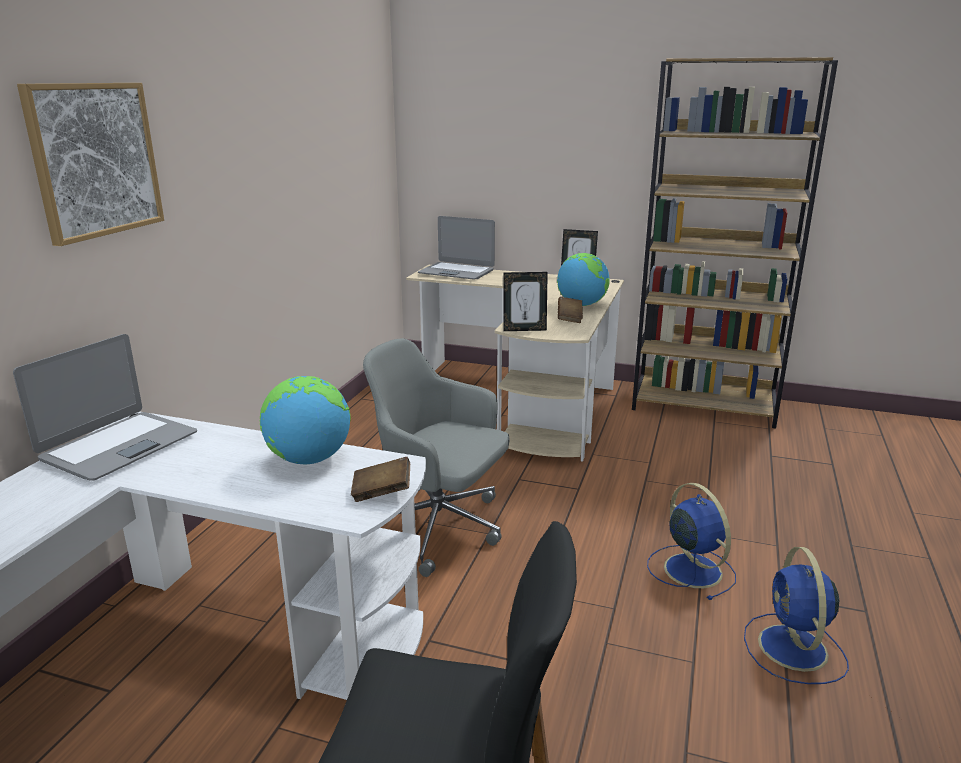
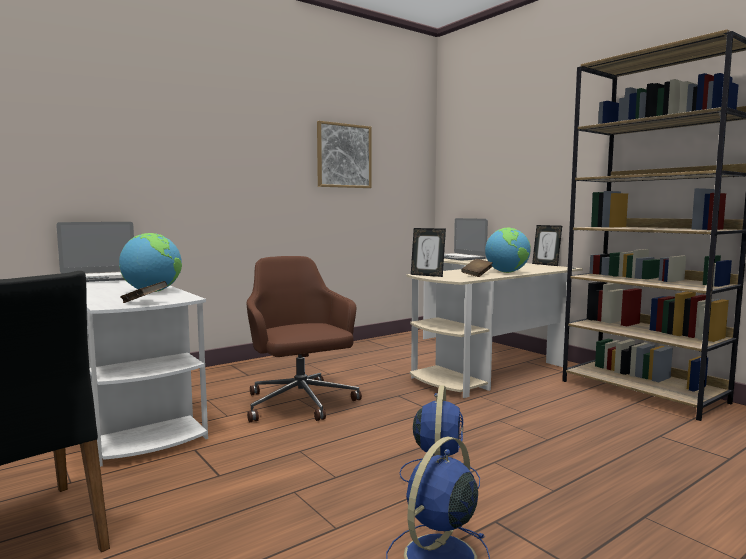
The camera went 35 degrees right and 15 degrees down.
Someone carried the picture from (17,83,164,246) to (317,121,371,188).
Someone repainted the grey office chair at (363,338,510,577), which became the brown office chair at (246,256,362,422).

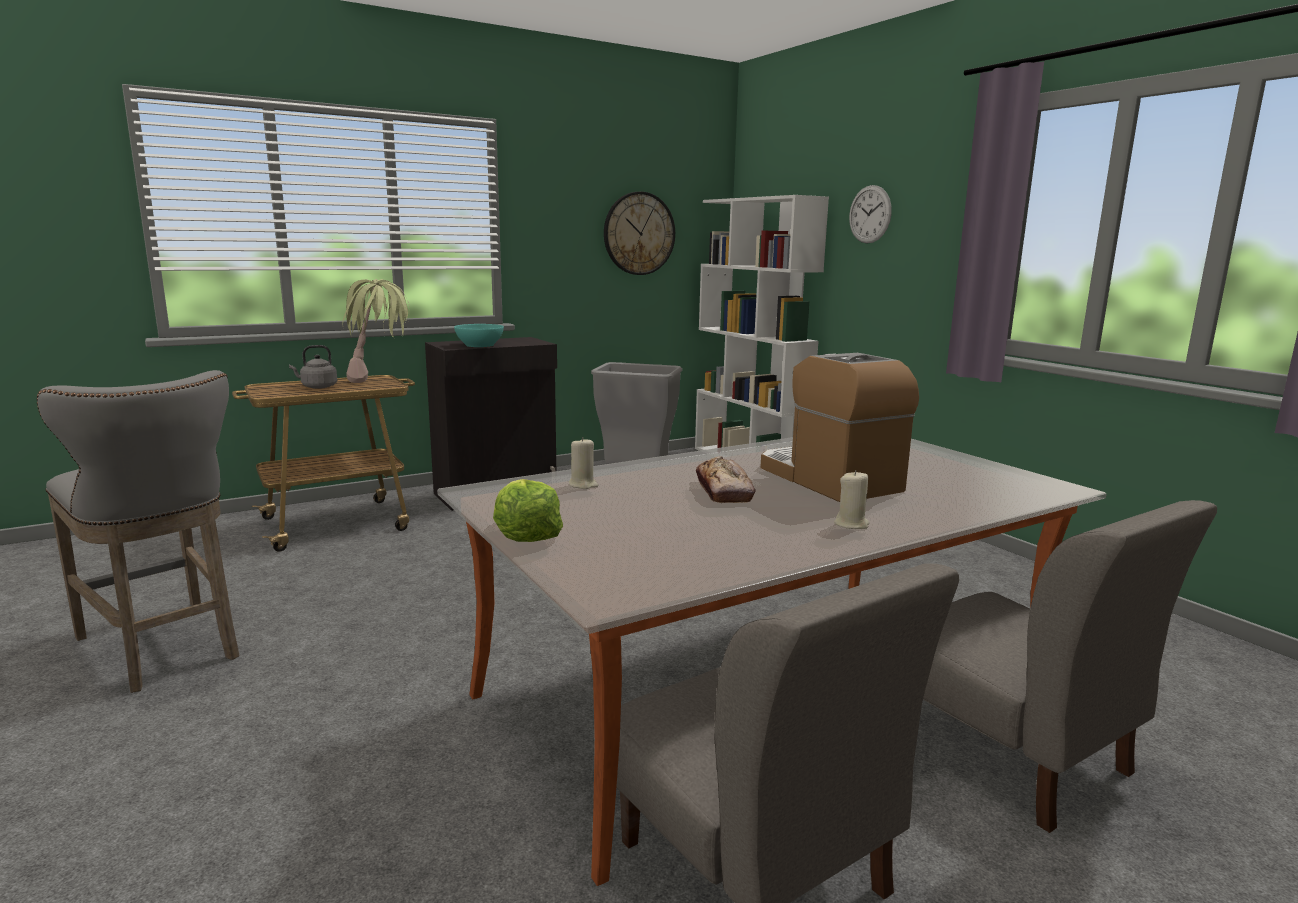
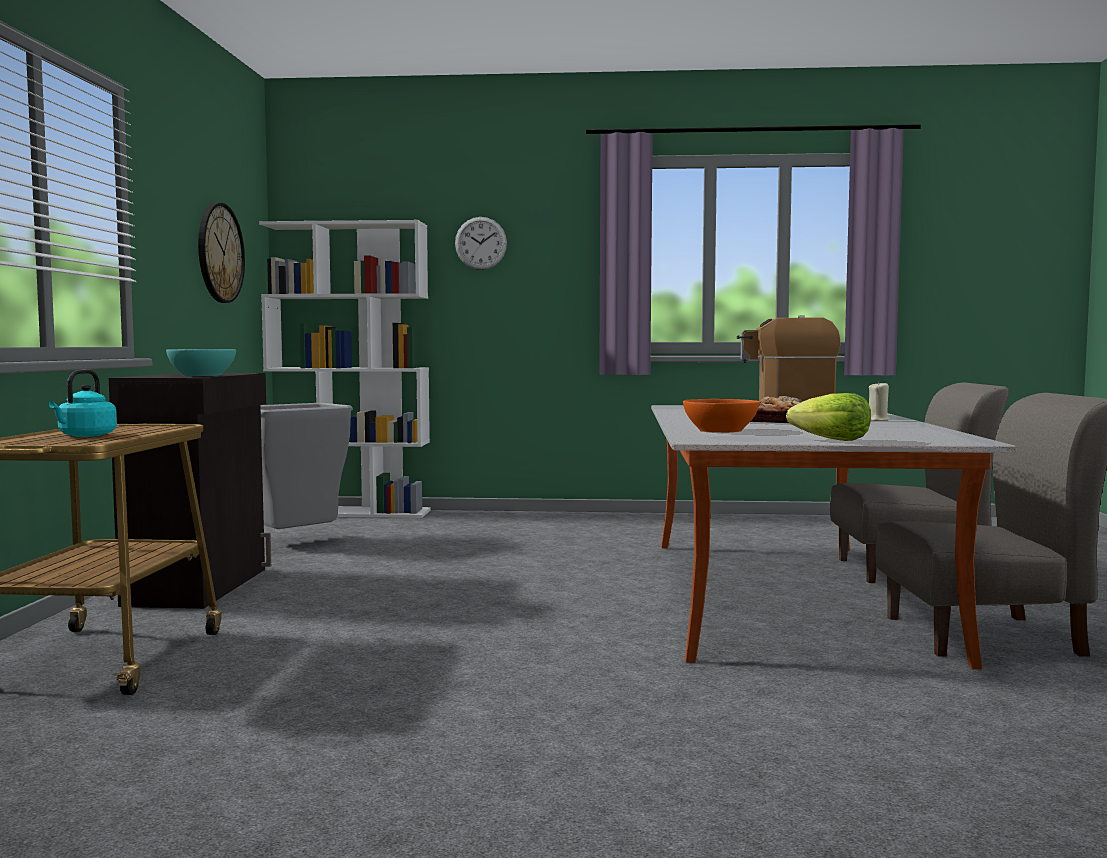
The camera went 55 degrees left and 10 degrees down.
Someone took away the grey stool at (37,370,240,693).
Someone repainted the grey kettle at (289,345,337,389), which became the turquoise kettle at (49,369,117,437).
Someone took away the potted plant at (343,279,410,383).
Someone swapped the beige candle at (569,437,598,489) for the orange bowl at (683,399,760,433).

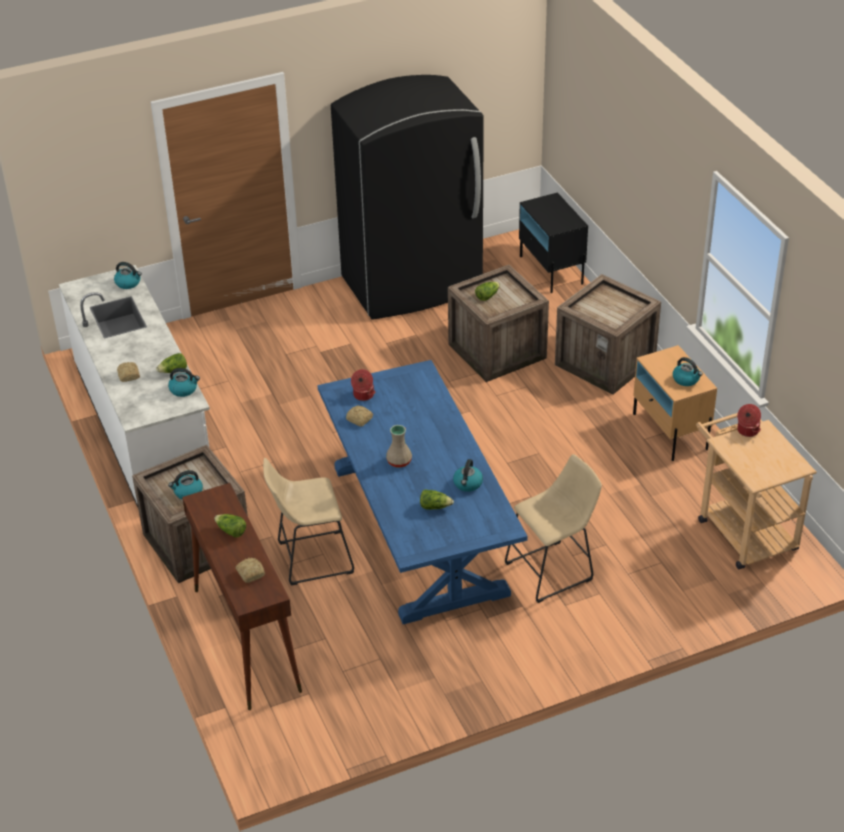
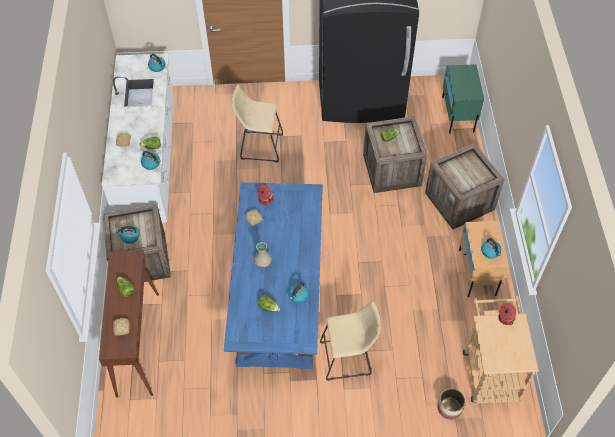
The camera went 20 degrees right and 15 degrees up.
Someone carried the beige stool from (263,458,354,586) to (232,85,283,162).
Someone repainted the black nightstand at (519,192,588,293), which became the green nightstand at (442,64,484,134).
Someone put down the planter at (438,388,465,420).

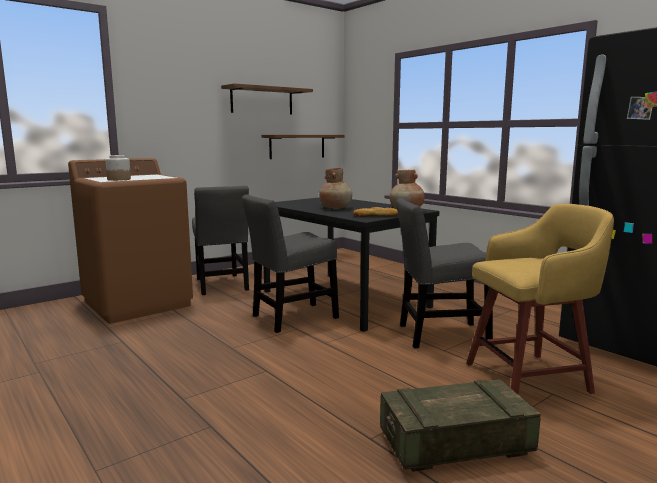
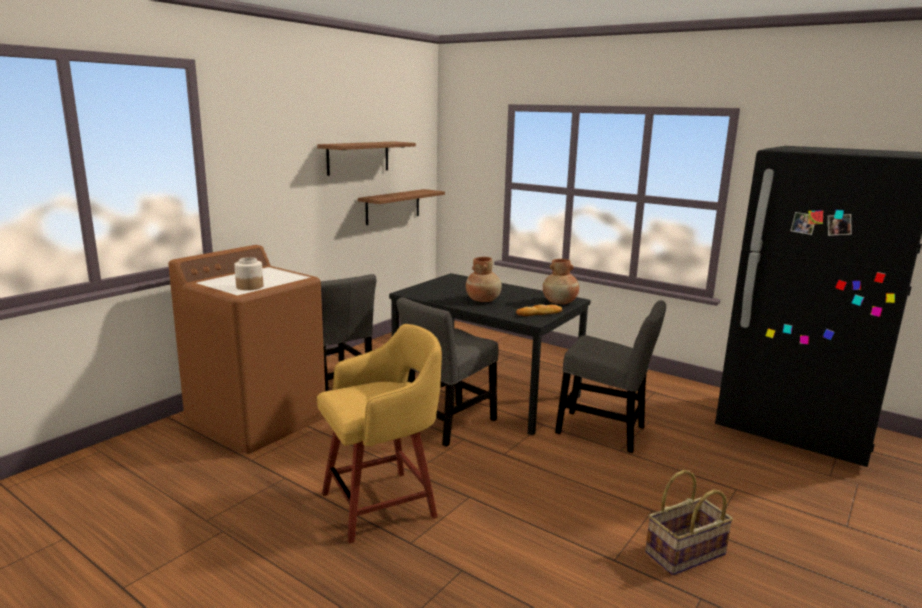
The camera went 15 degrees left and 5 degrees up.
Someone swapped the crate at (380,379,541,472) for the basket at (645,470,733,575).
Someone rotated the grey chair at (396,198,493,348) by 135 degrees counterclockwise.
Someone carried the yellow stool from (466,204,614,394) to (317,324,442,543).

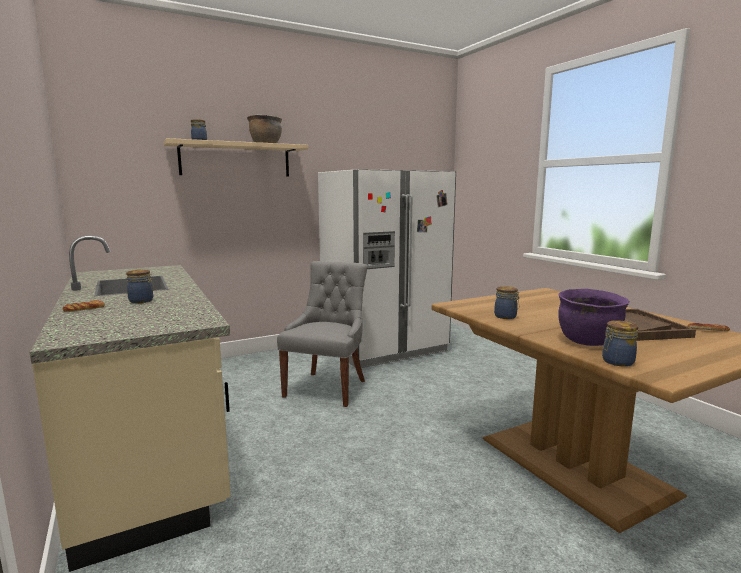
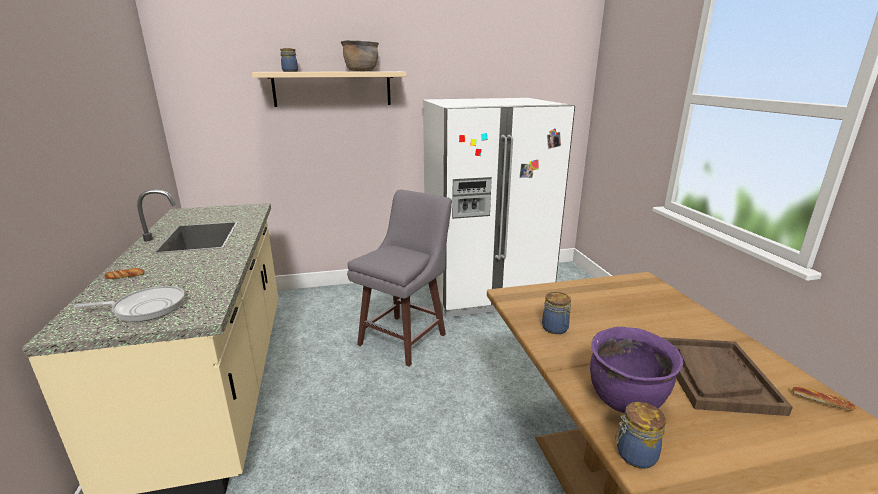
The camera went 15 degrees right and 10 degrees up.
Someone took away the jar at (126,269,154,303).
Someone swapped the grey chair at (277,261,368,407) for the grey stool at (347,190,452,367).
Someone put down the frying pan at (74,286,185,322).

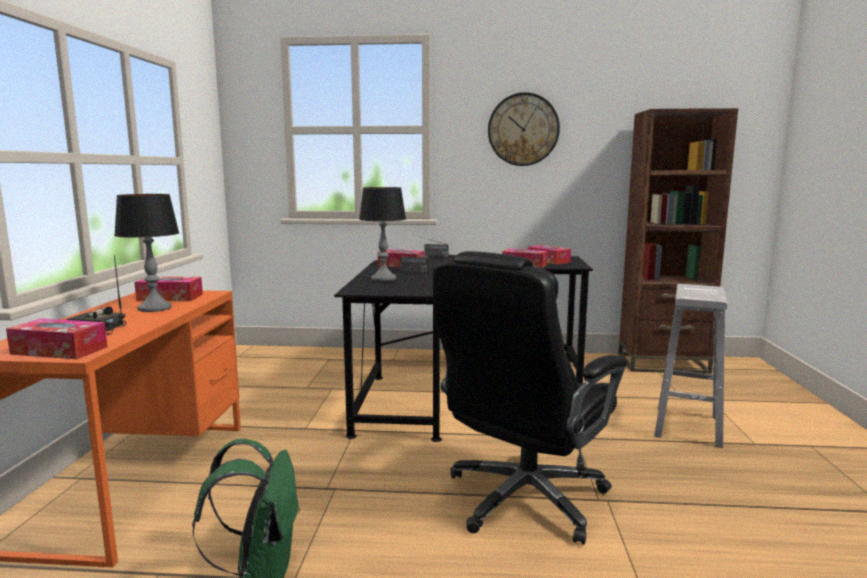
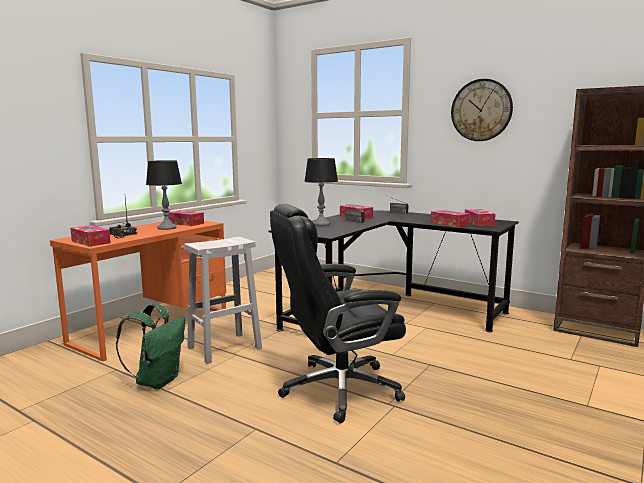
The camera went 30 degrees right and 0 degrees up.
Someone carried the white stool from (654,284,728,448) to (184,237,262,364).

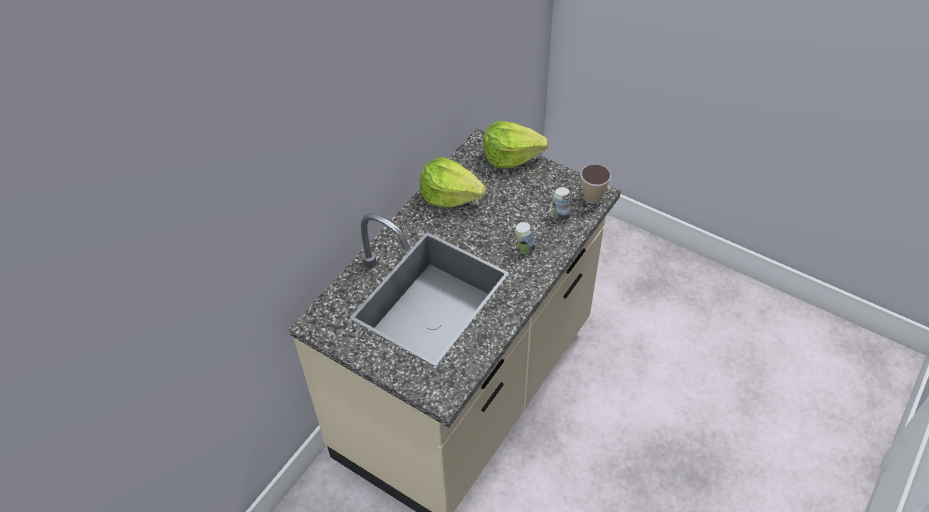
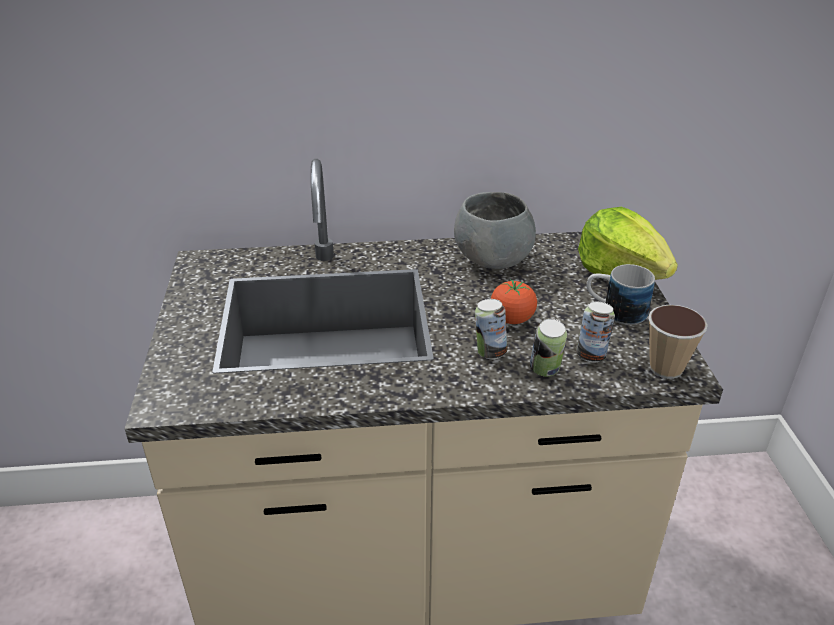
The camera went 50 degrees right and 15 degrees down.
Someone swapped the lettuce at (420,157,486,207) for the grey bowl at (454,192,536,269).
Someone put down the tomato at (491,280,537,324).
Someone put down the can at (530,319,567,377).
Someone put down the mug at (587,264,655,325).

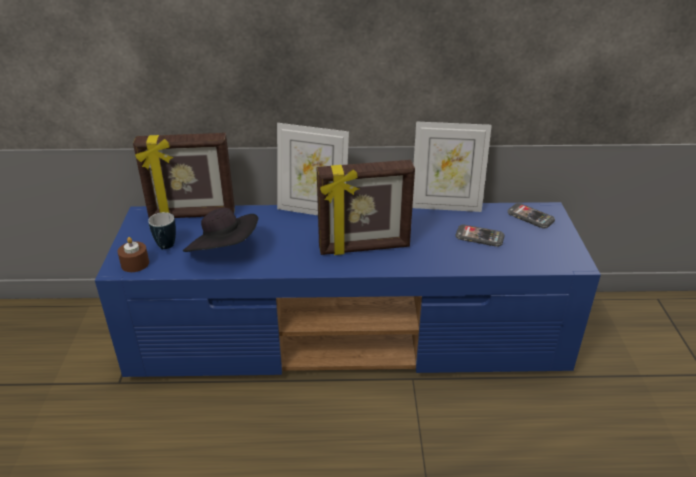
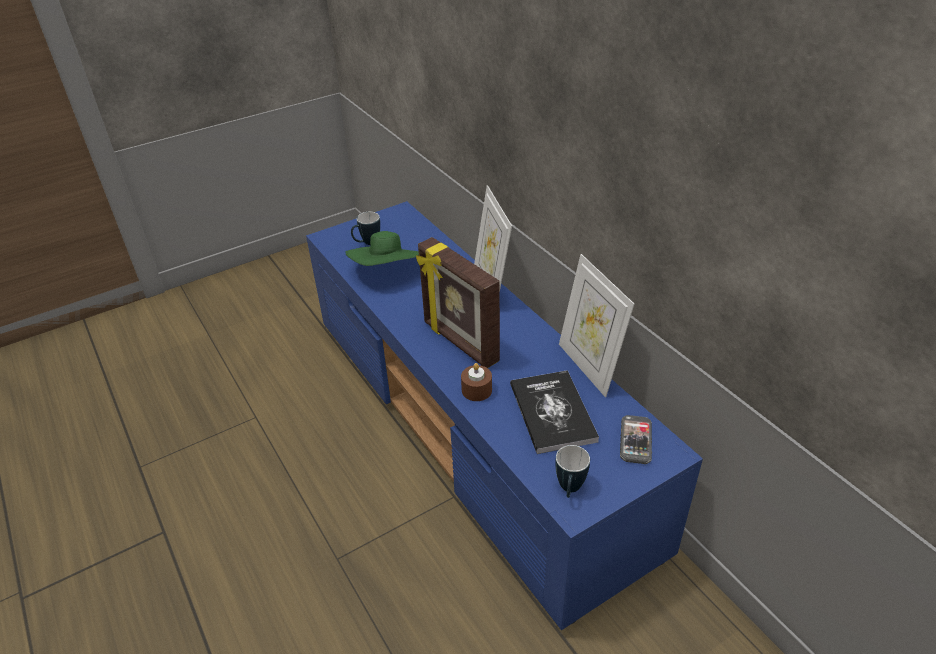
The camera went 60 degrees right and 5 degrees up.
Someone carried the brown candle from (117,237,149,272) to (461,363,492,401).
Someone took away the picture frame at (133,133,235,218).
Someone repainted the black hat at (183,208,258,252), which became the green hat at (345,231,419,266).
Someone swapped the phone at (455,225,504,247) for the book at (510,370,599,454).
Someone put down the mug at (555,445,590,498).

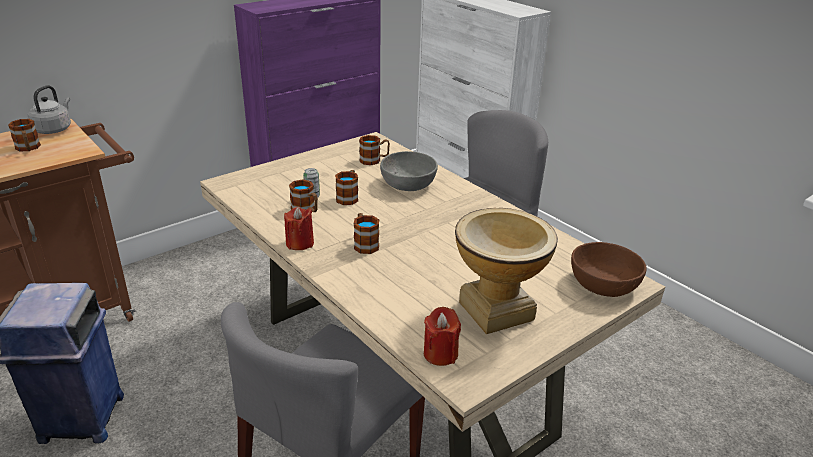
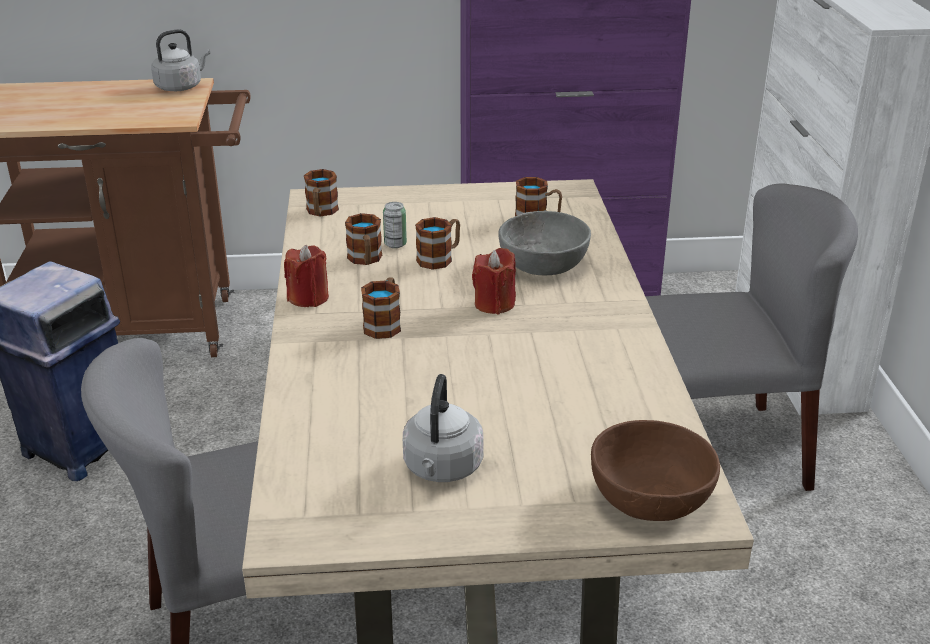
The camera went 35 degrees right and 0 degrees up.
Someone carried the mug from (8,119,41,151) to (304,169,339,216).
Someone carried the red candle from (424,307,461,366) to (472,248,516,315).
Someone swapped the vase at (455,208,558,334) for the grey kettle at (403,374,484,482).

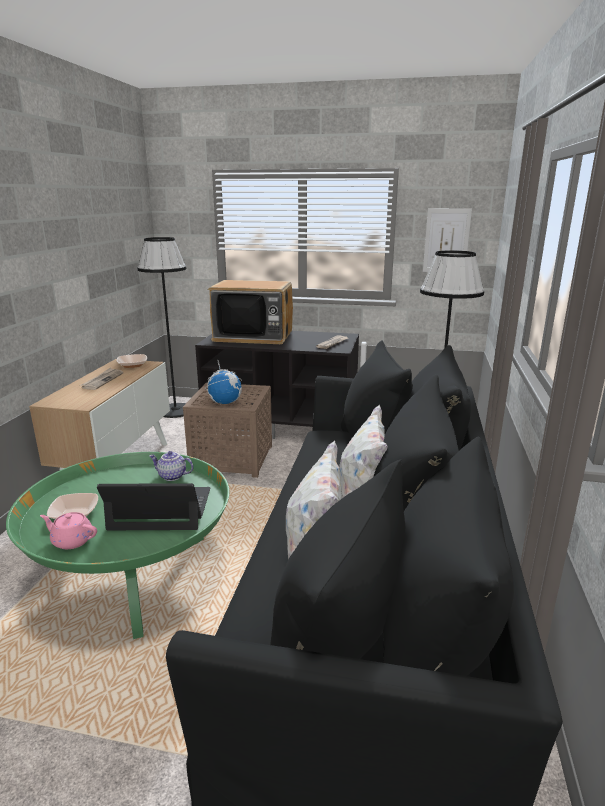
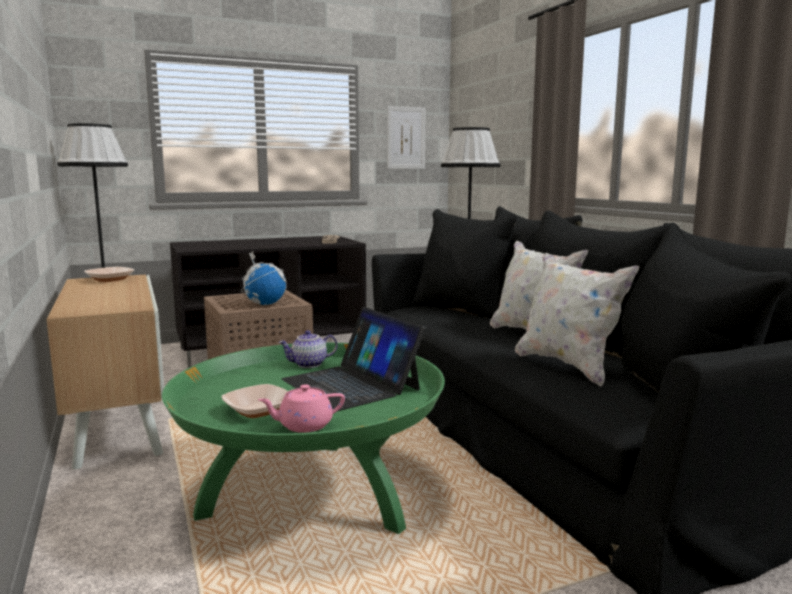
The camera went 35 degrees left and 10 degrees down.
Someone took away the newspaper at (80,368,124,390).
Someone rotated the laptop at (97,483,210,530) by 90 degrees counterclockwise.
Someone took away the television at (208,280,293,344).

